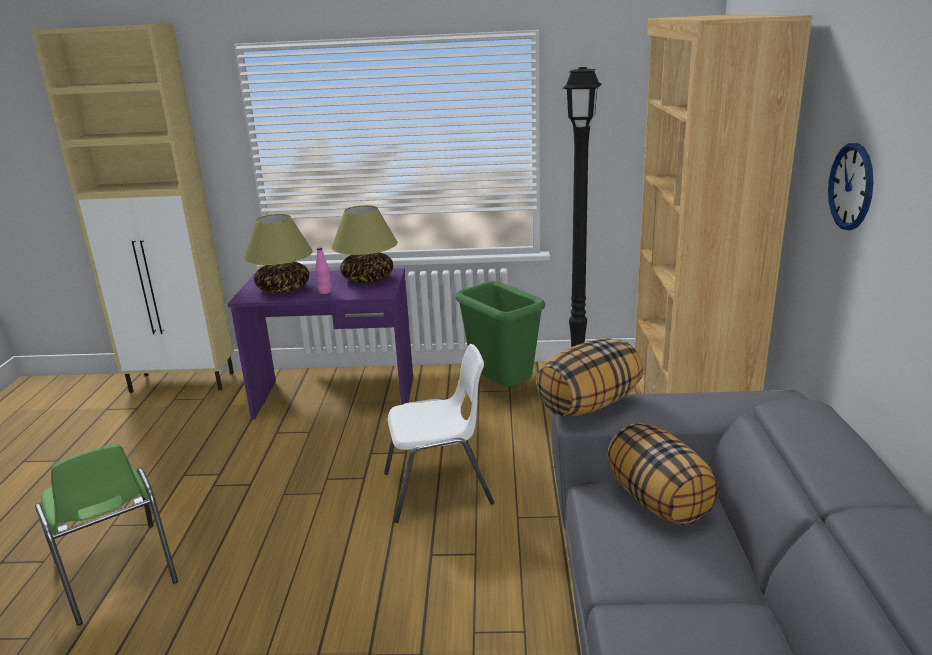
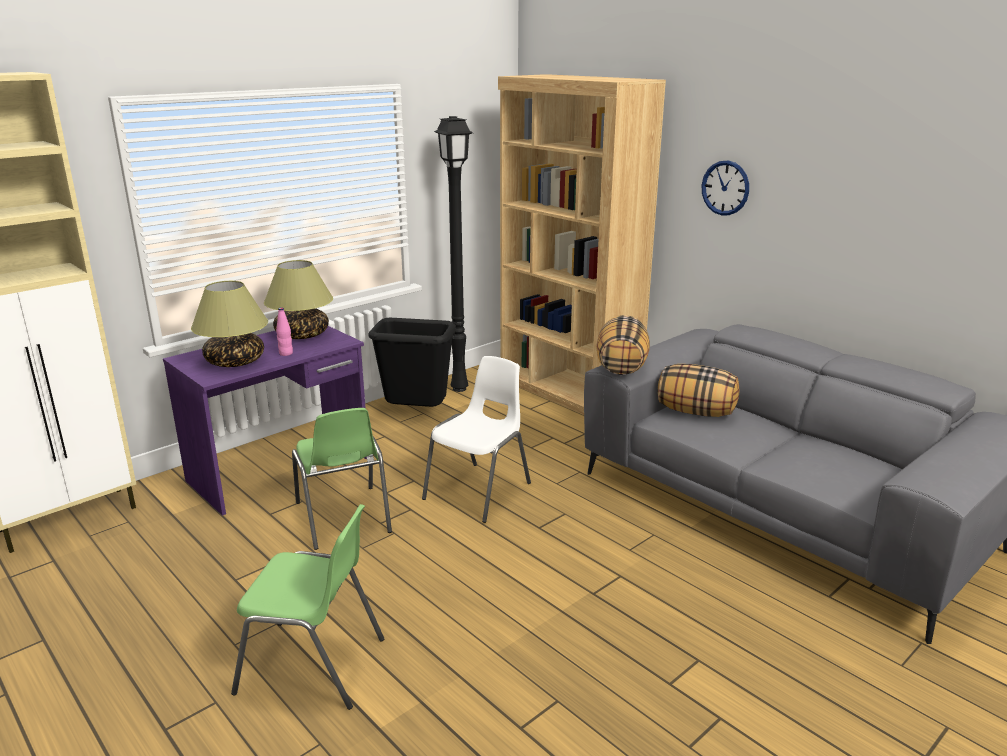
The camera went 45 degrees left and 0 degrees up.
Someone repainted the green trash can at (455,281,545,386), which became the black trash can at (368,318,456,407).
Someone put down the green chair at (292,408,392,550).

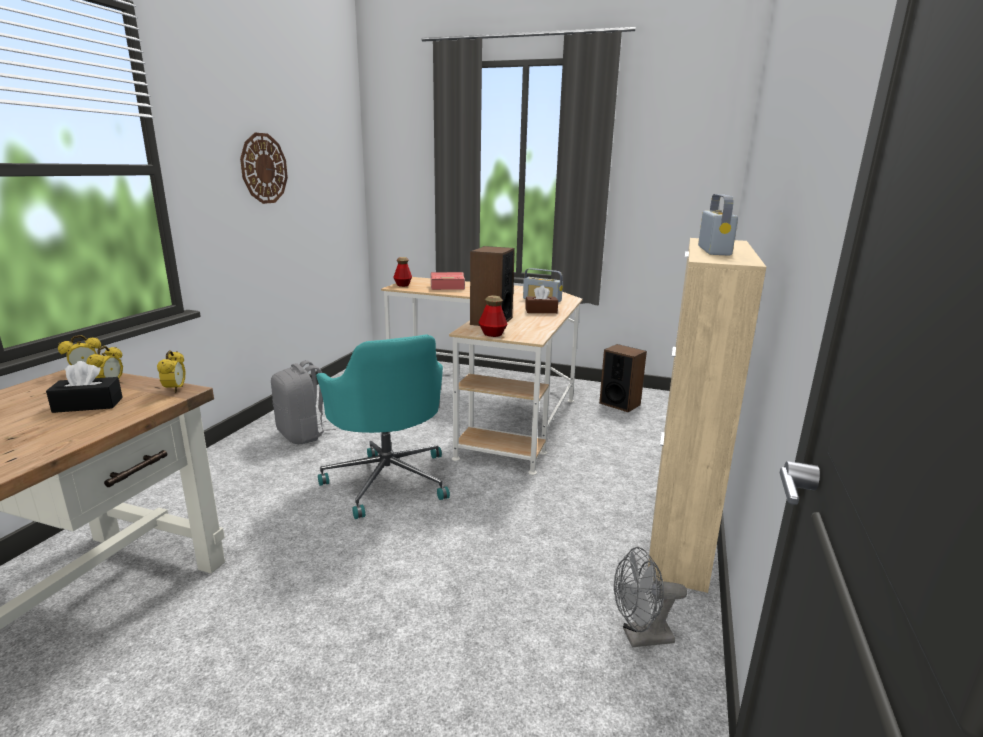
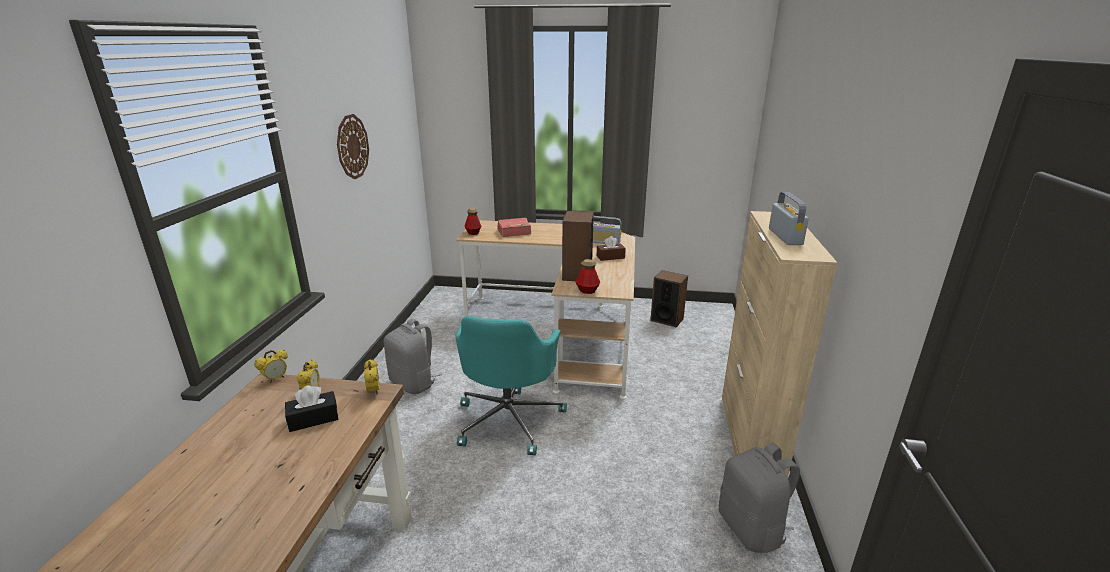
The camera went 10 degrees left and 5 degrees up.
Someone rotated the turquoise office chair at (316,334,450,519) by 45 degrees clockwise.
Someone swapped the grey fan at (614,547,687,648) for the grey backpack at (719,443,800,553).

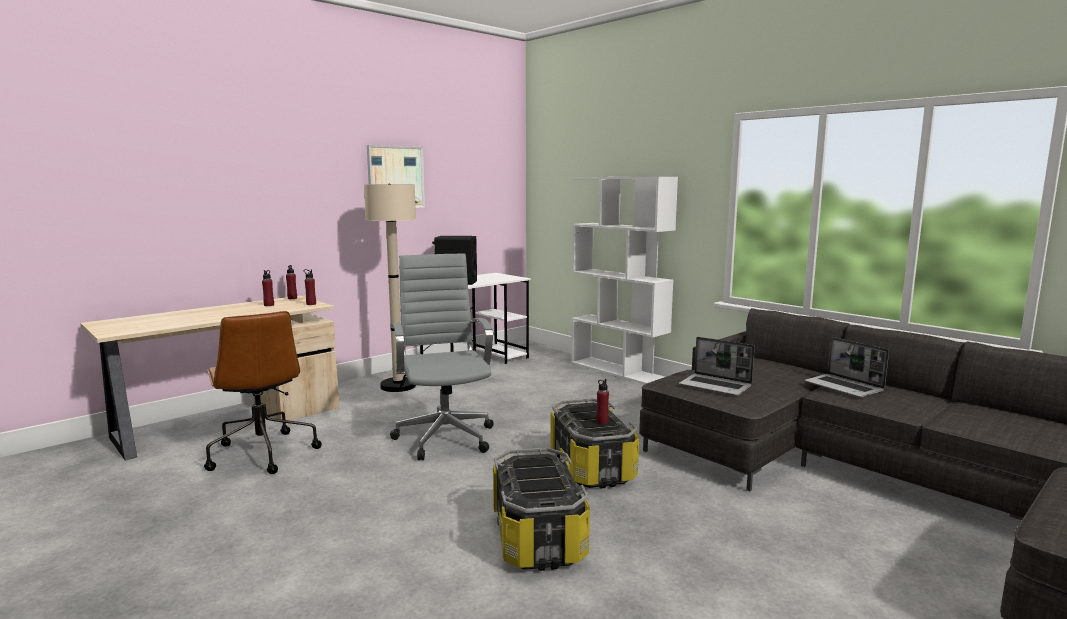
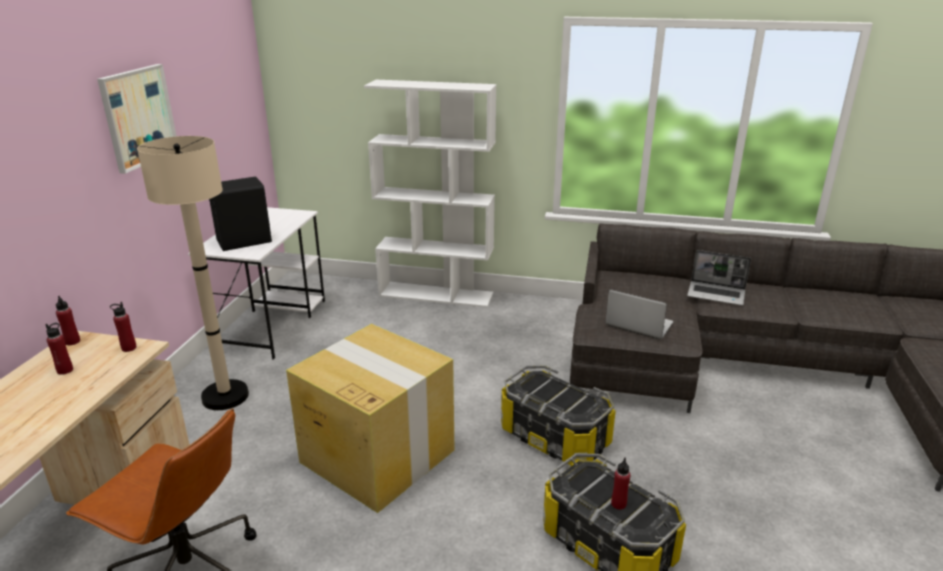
The camera went 35 degrees left and 15 degrees up.
Someone swapped the grey office chair at (390,253,494,460) for the cardboard box at (286,324,455,513).
Someone carried the red bottle from (596,379,609,424) to (611,457,630,510).
Someone rotated the laptop at (679,337,755,396) by 150 degrees counterclockwise.

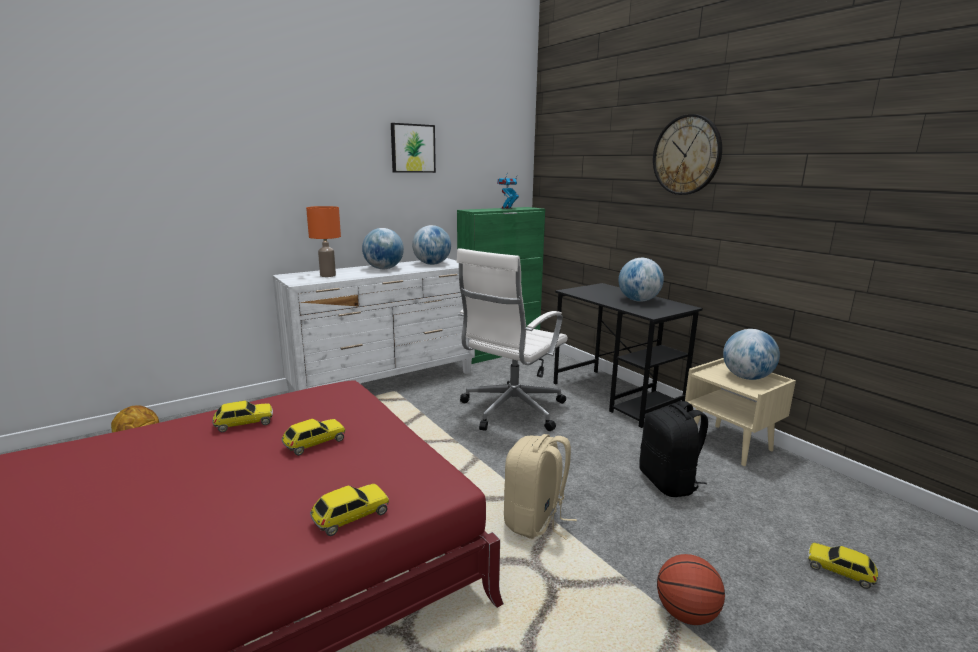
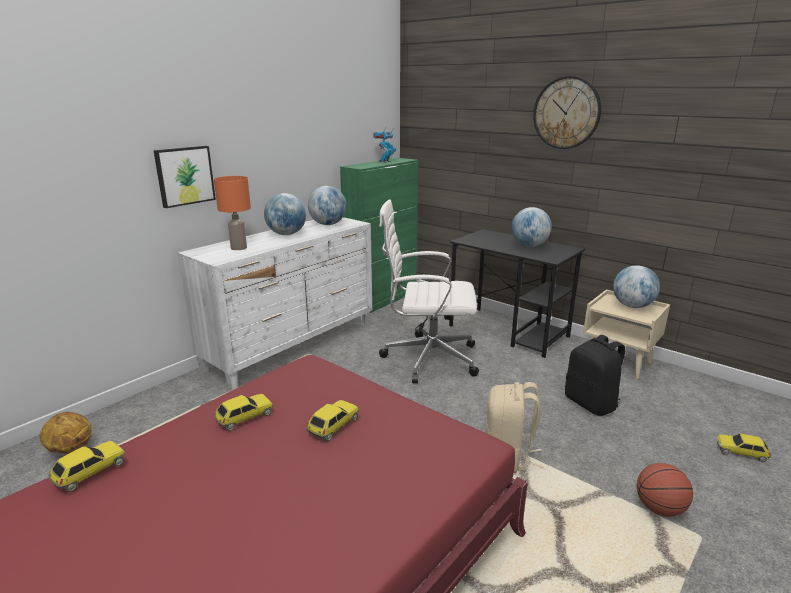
The camera went 15 degrees left and 5 degrees up.
Someone carried the toy car from (310,484,389,536) to (49,441,125,492).
Someone carried the picture from (391,123,436,173) to (153,146,216,208).
Someone rotated the white office chair at (456,248,568,431) by 75 degrees clockwise.

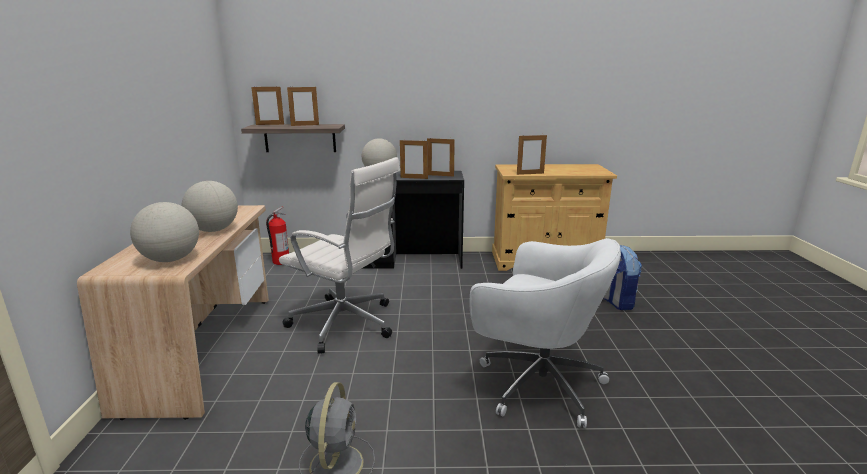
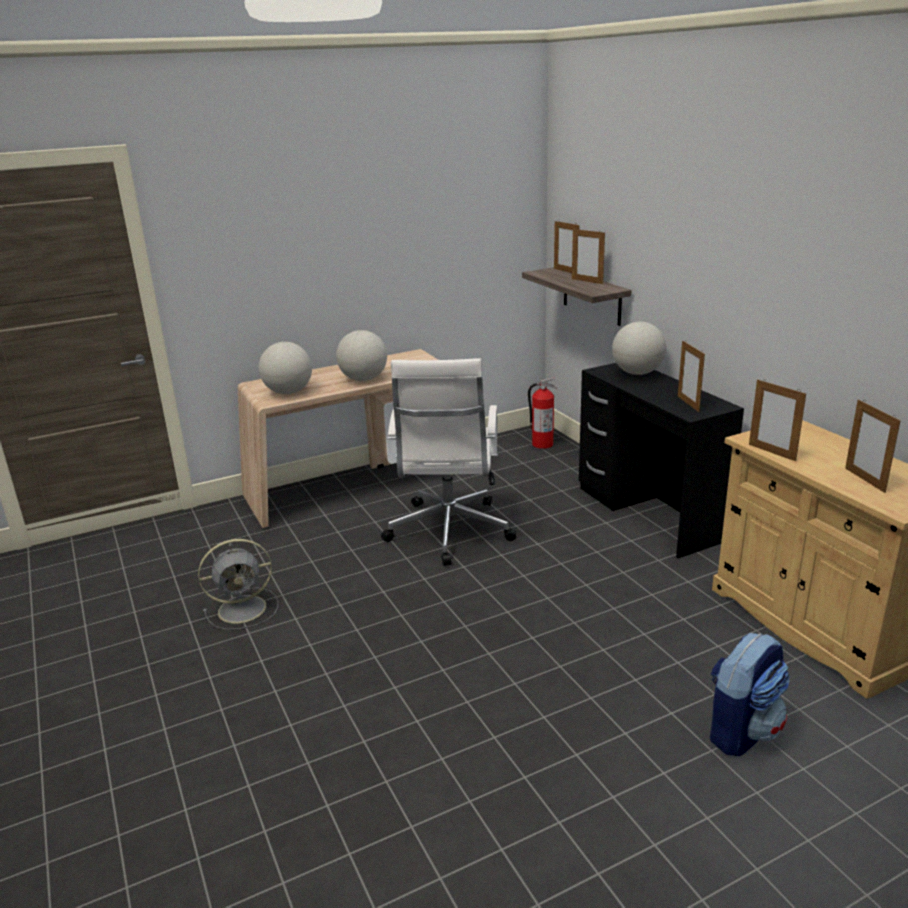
The camera went 65 degrees right and 5 degrees up.
Someone carried the picture frame from (400,140,428,179) to (845,399,901,493).
Someone took away the white office chair at (469,238,621,428).

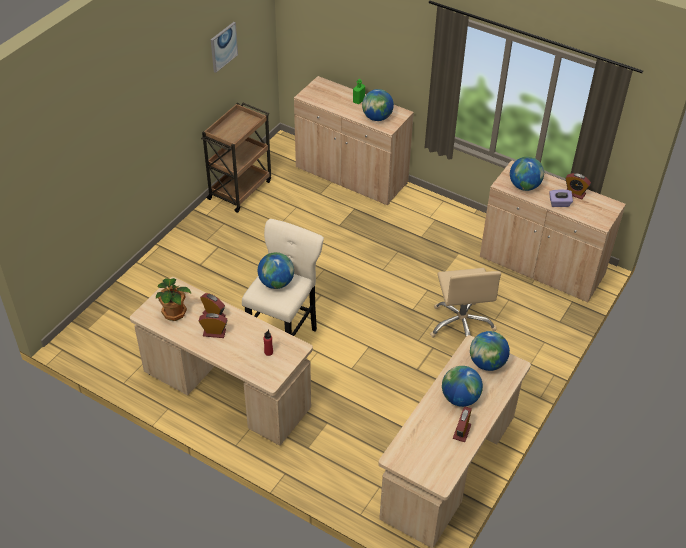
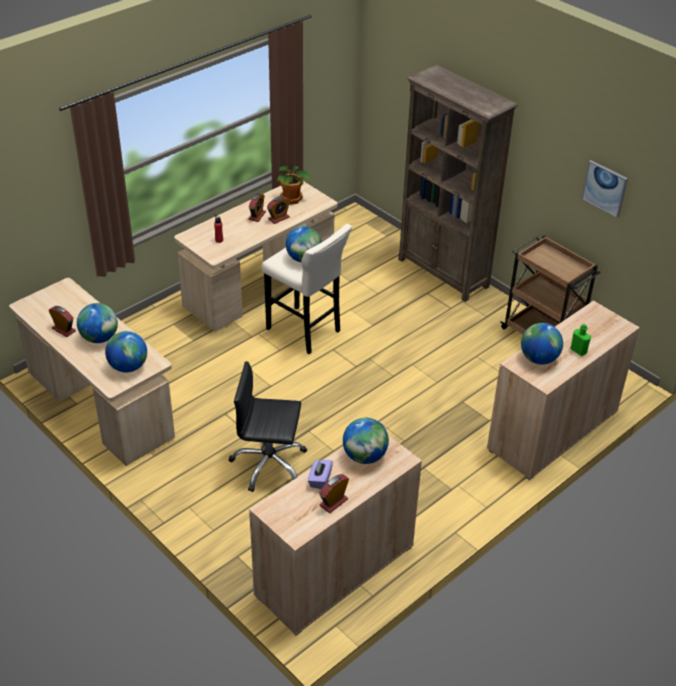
The camera went 105 degrees right and 5 degrees down.
Someone repainted the beige office chair at (430,268,501,338), which became the black office chair at (229,361,307,492).
Someone put down the brown bookcase at (398,65,518,302).

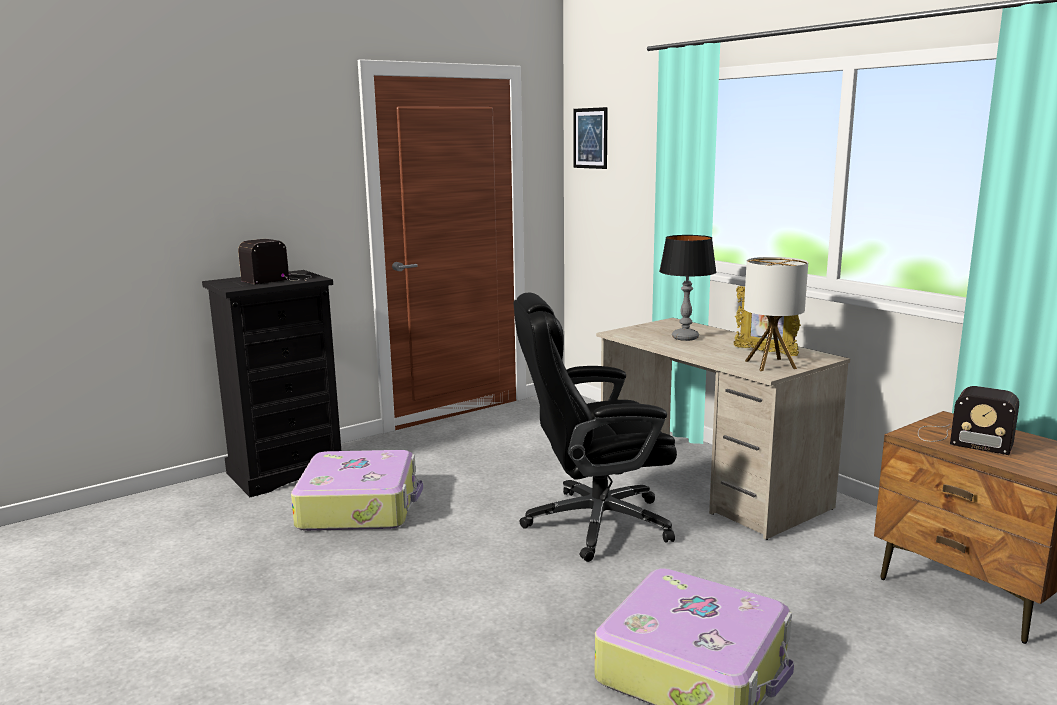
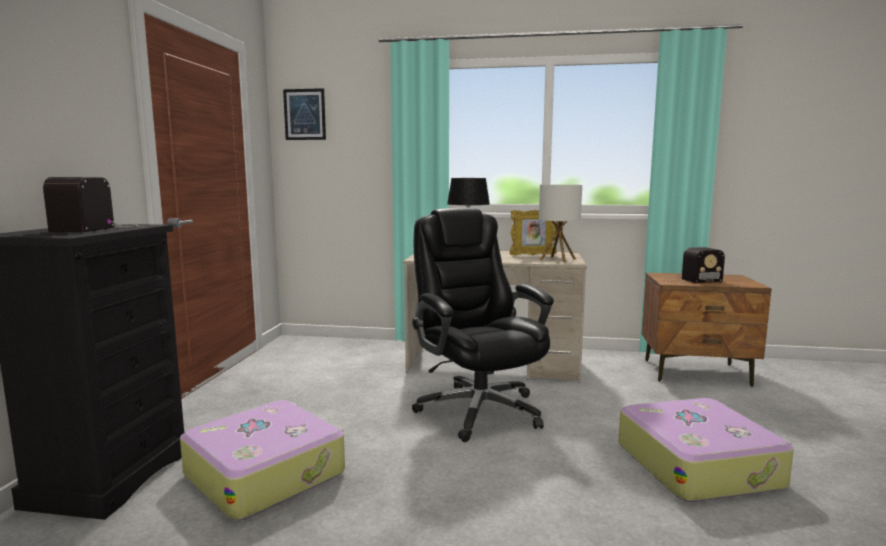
The camera went 45 degrees left and 5 degrees down.
Someone rotated the black office chair at (513,292,677,562) by 120 degrees clockwise.

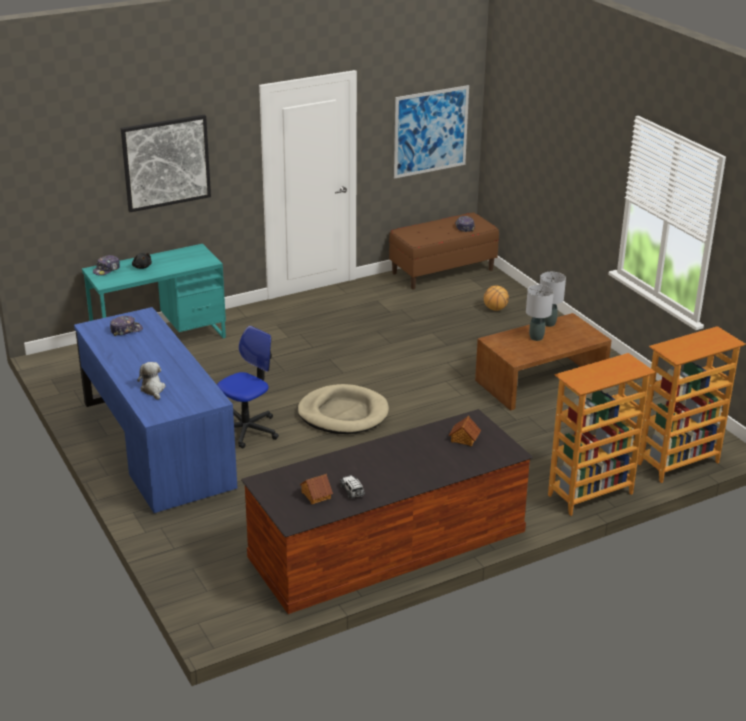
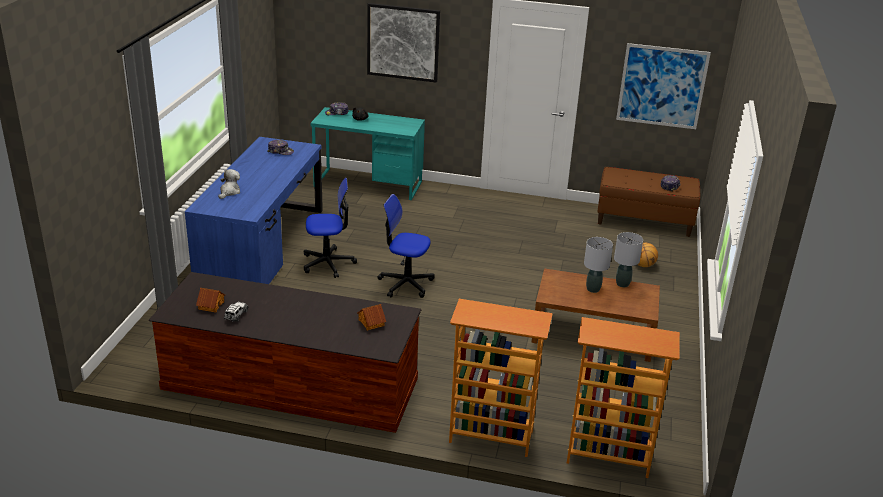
The camera went 40 degrees right and 0 degrees up.
Someone swapped the beige dog bed at (297,384,389,434) for the office chair at (378,194,435,298).

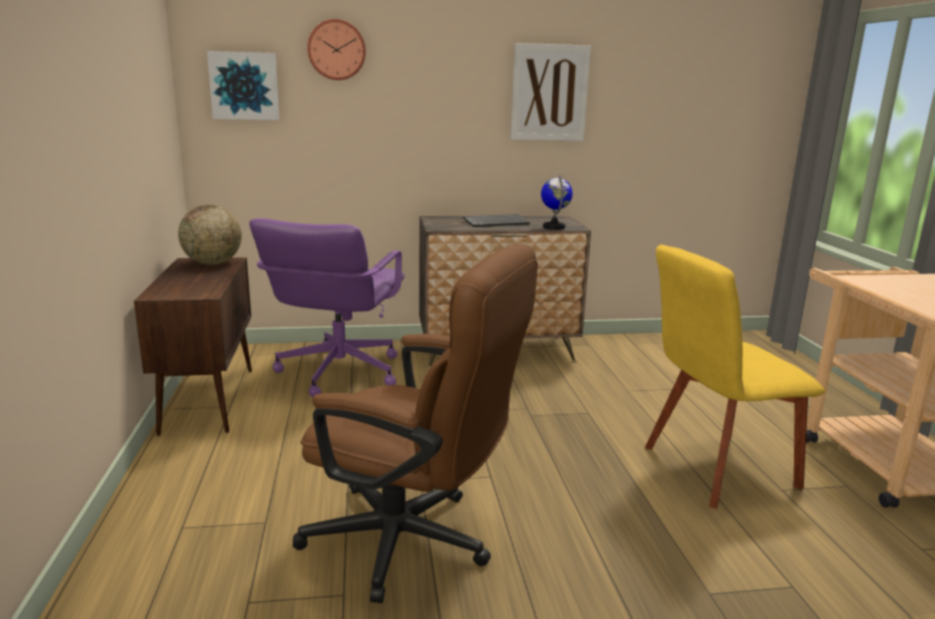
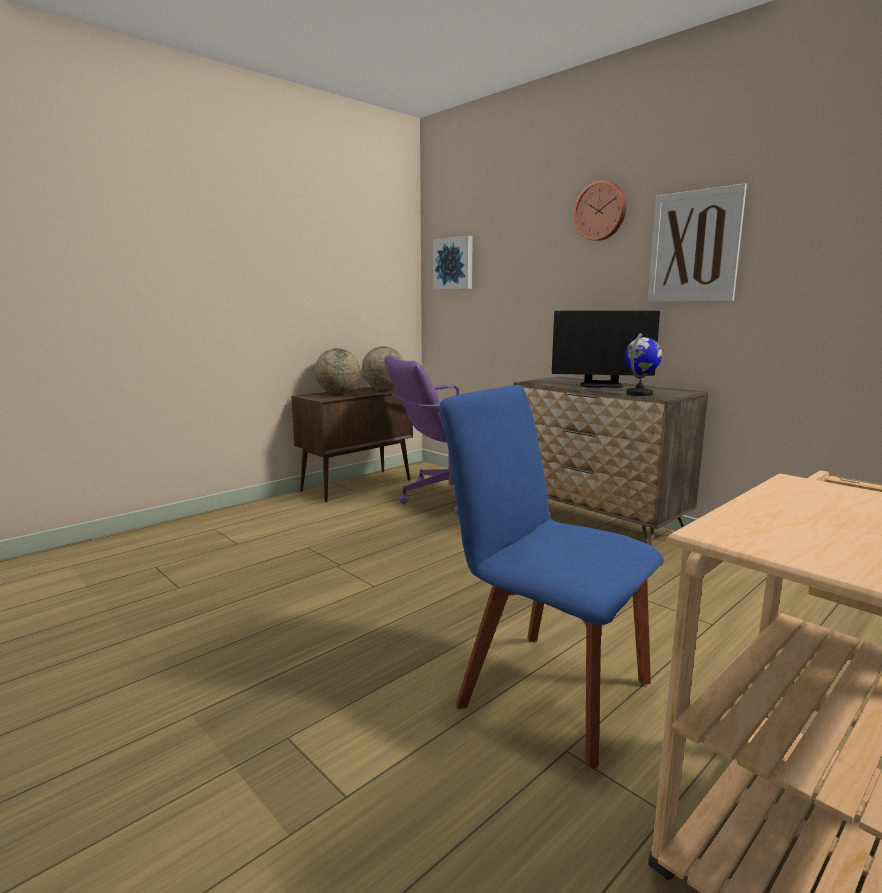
The camera went 55 degrees right and 5 degrees down.
Someone took away the brown office chair at (293,243,538,603).
Someone carried the wall clock from (307,19,366,80) to (574,180,626,241).
Someone swapped the keyboard at (463,214,530,227) for the monitor at (552,311,660,388).
Someone repainted the yellow chair at (645,245,825,509), which became the blue chair at (440,385,664,768).
Someone put down the globe at (314,348,360,394).

